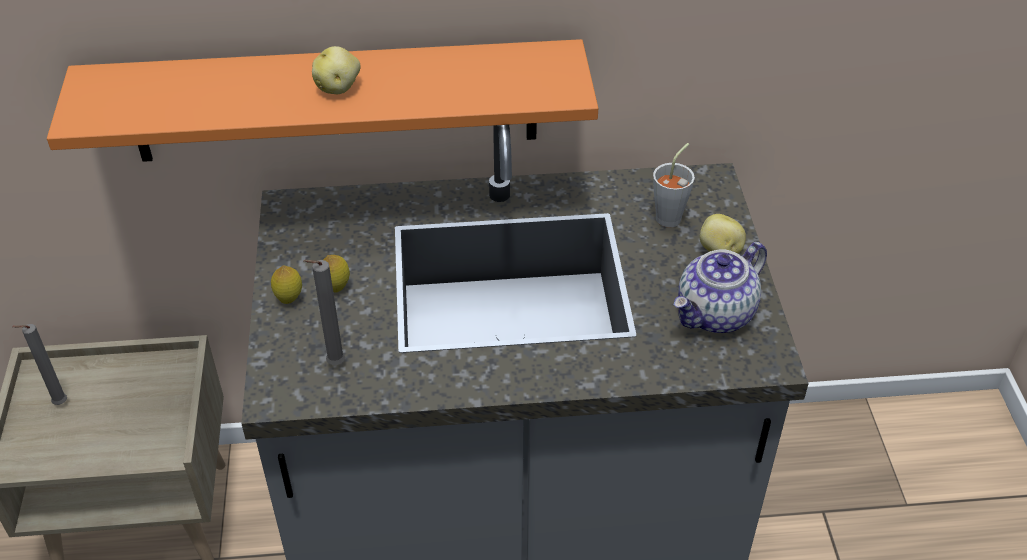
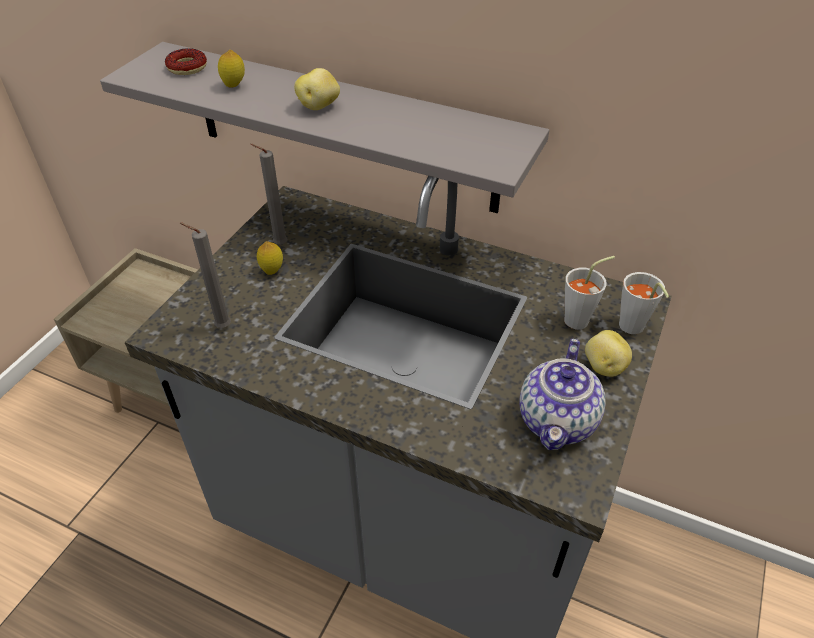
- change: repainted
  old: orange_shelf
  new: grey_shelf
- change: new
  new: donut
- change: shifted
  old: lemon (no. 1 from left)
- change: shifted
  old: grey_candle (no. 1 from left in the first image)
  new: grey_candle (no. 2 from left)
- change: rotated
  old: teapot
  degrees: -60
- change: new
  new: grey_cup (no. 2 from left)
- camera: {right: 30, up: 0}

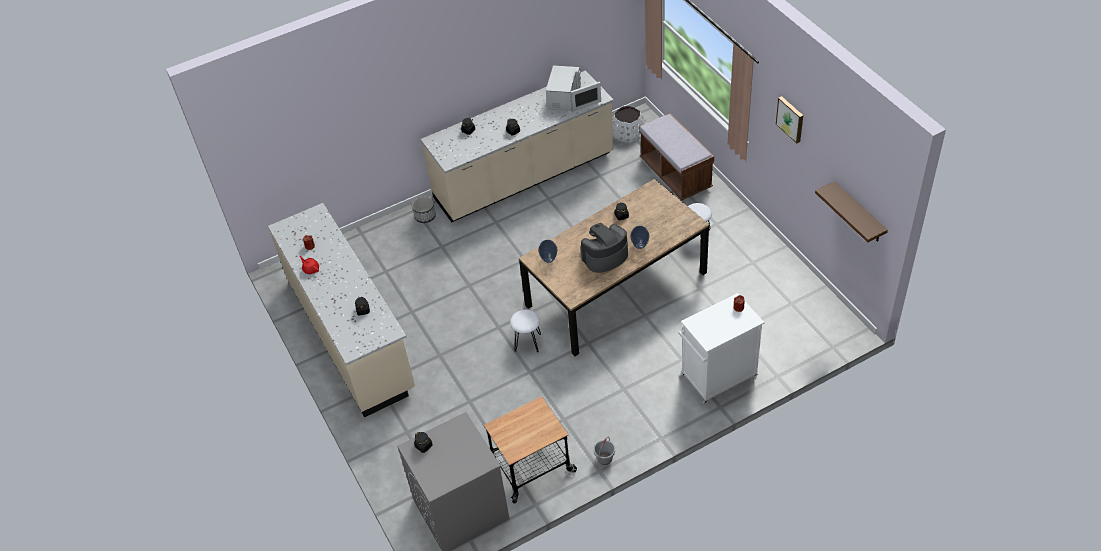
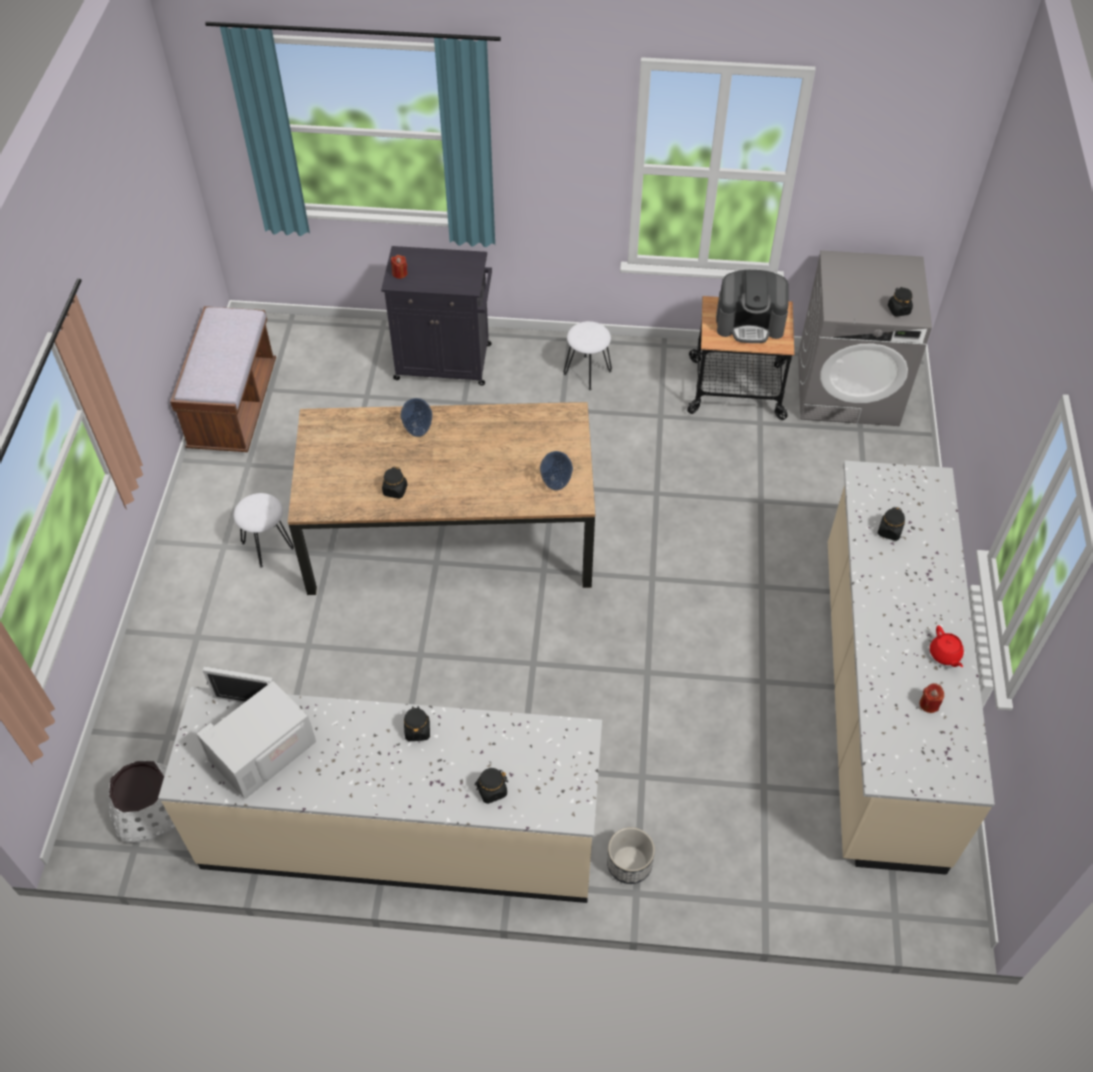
- change: shifted
  old: brown_bench
- change: repainted
  old: white_cabinet
  new: black_cabinet
- change: shifted
  old: white_stool (no. 1 from left in the first image)
  new: white_stool (no. 2 from left)
- change: shifted
  old: coffee_machine
- change: gone
  old: grey_bucket
- change: gone
  old: picture
- change: gone
  old: brown_shelf
- camera: {right: -150, up: 5}

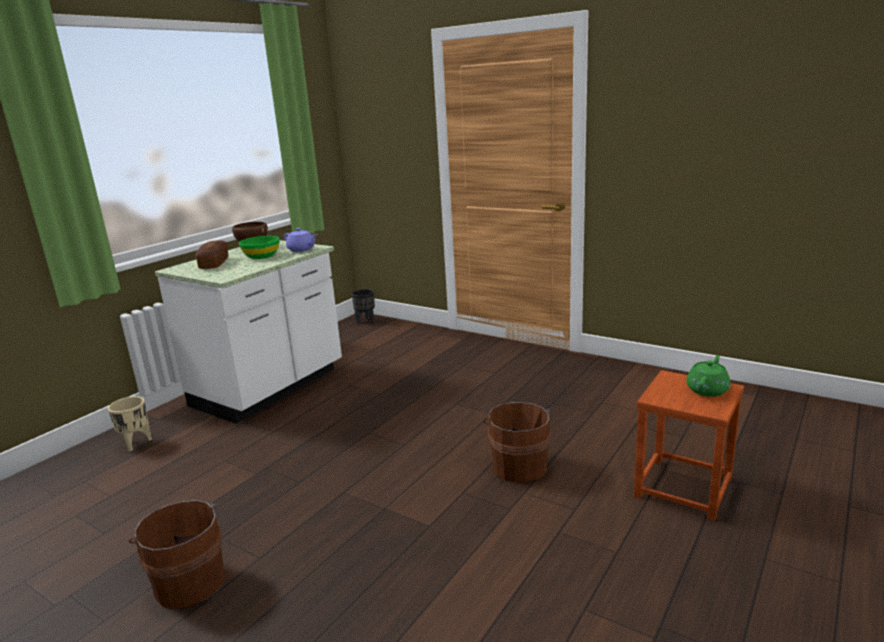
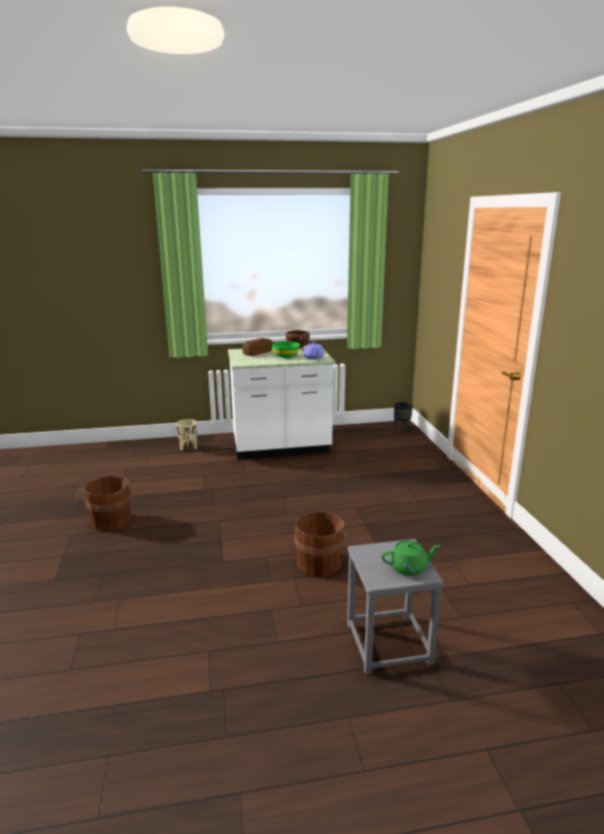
- change: repainted
  old: brown_stool
  new: grey_stool
- camera: {right: 45, up: 0}

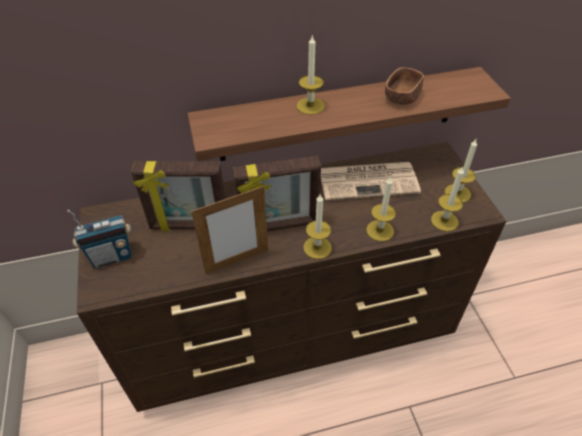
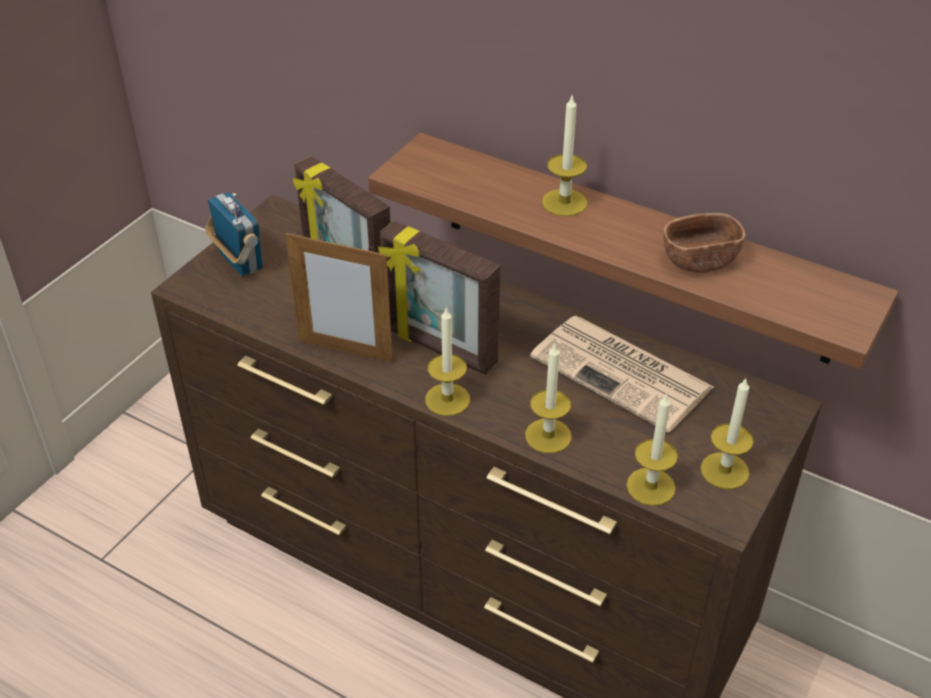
- change: rotated
  old: radio
  degrees: -150
- camera: {right: 45, up: -5}

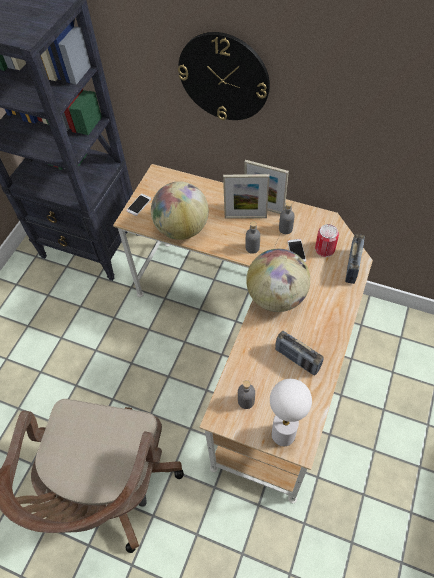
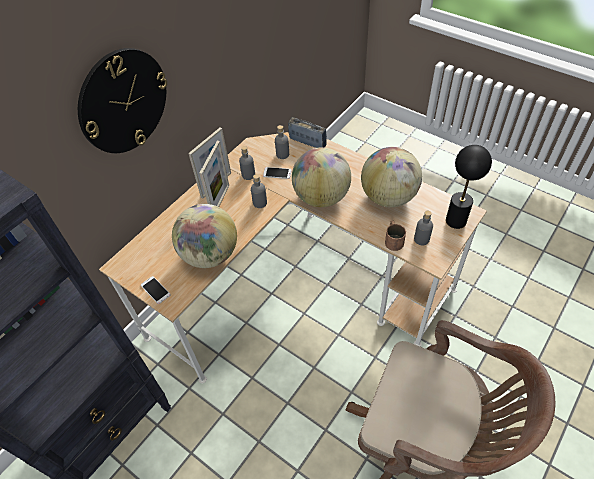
- change: swapped
  old: can
  new: grey_bottle (no. 3 from left)
- change: swapped
  old: radio (no. 1 from left)
  new: globe (no. 3 from left)
- change: new
  new: brown_mug
- change: repainted
  old: white_table_lamp
  new: black_table_lamp
- camera: {right: -75, up: -5}

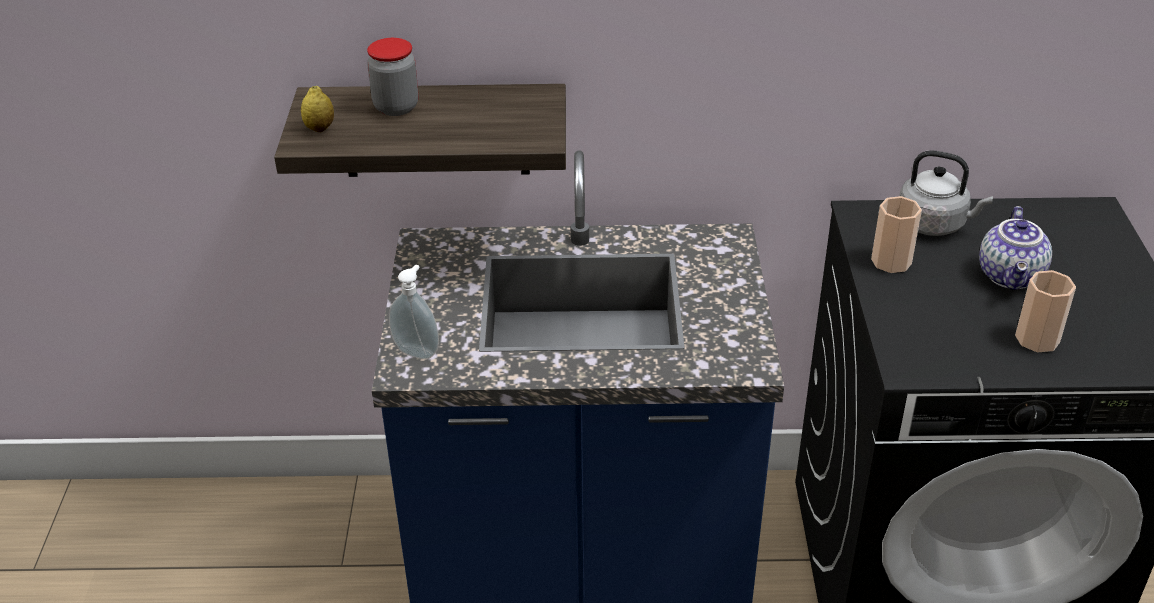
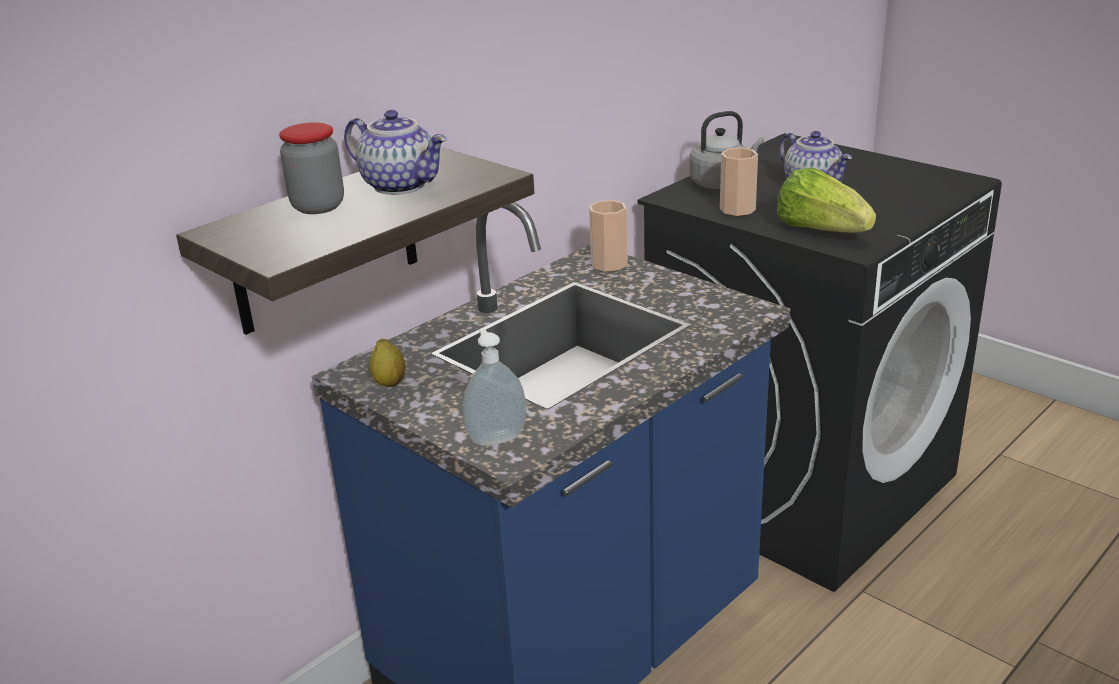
- change: new
  new: teapot (no. 1 from left)
- change: shifted
  old: lemon
- change: shifted
  old: cup (no. 2 from left in the first image)
  new: cup (no. 1 from left)
- change: new
  new: lettuce
- camera: {right: -45, up: -10}

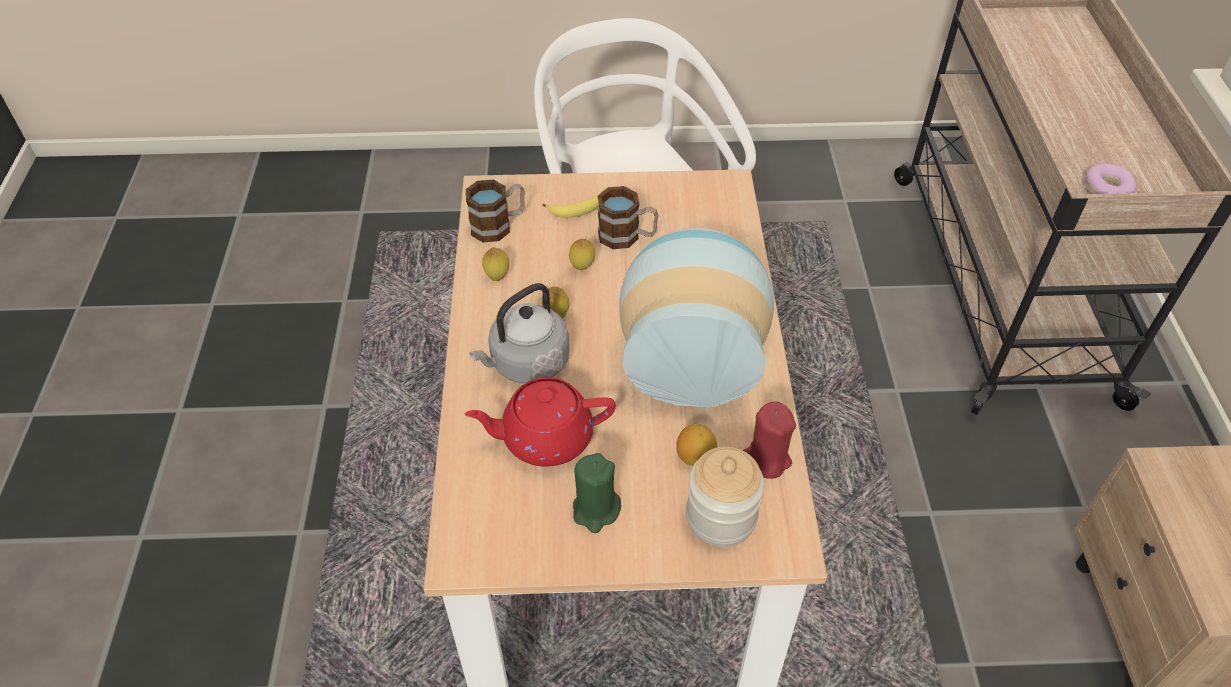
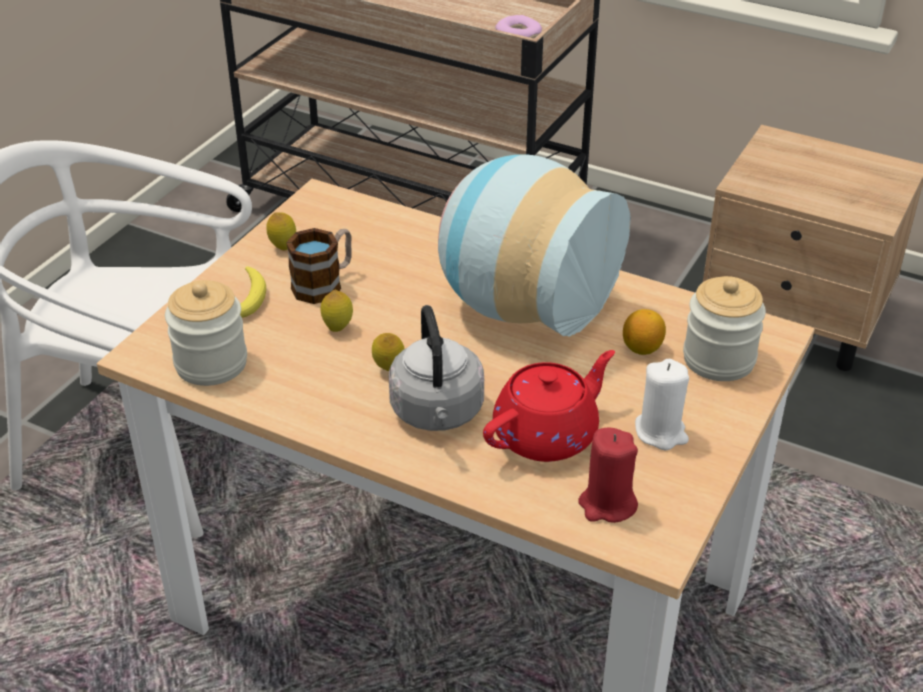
- change: swapped
  old: mug (no. 1 from left)
  new: jar (no. 1 from left)
- change: shifted
  old: lemon (no. 1 from left)
- change: rotated
  old: red_teapot
  degrees: -150
- change: shifted
  old: red_candle
- change: repainted
  old: green_candle
  new: white_candle
- camera: {right: -60, up: -10}

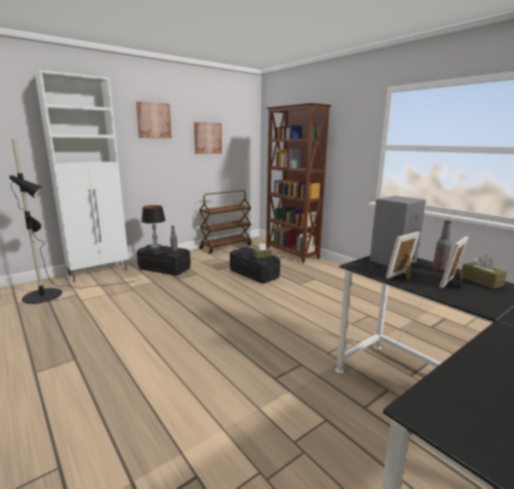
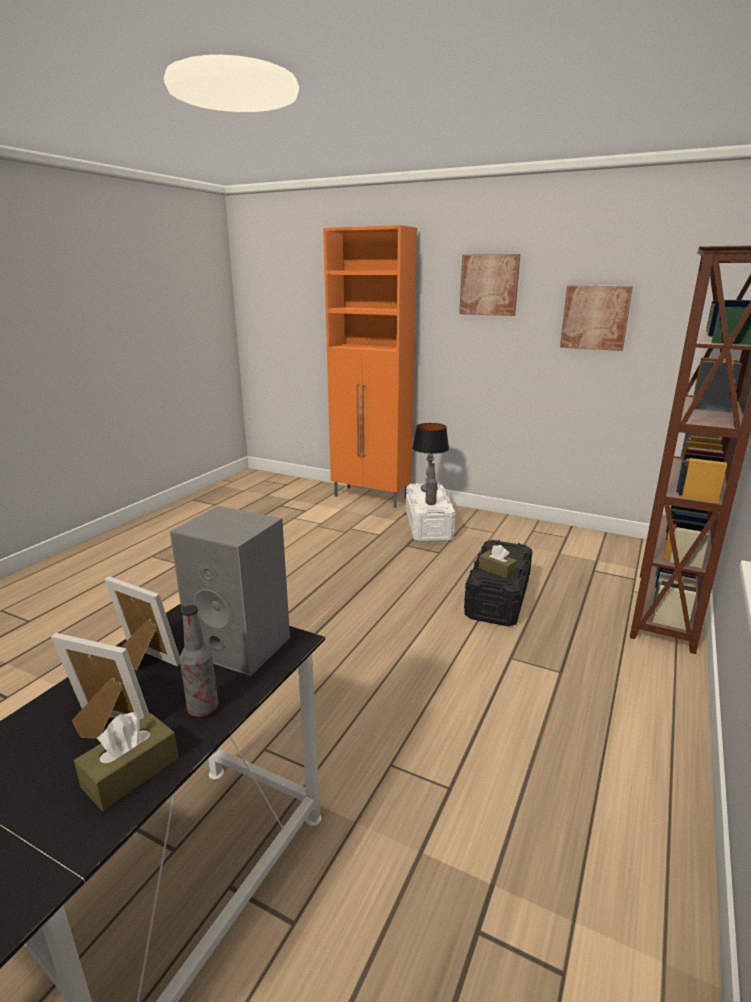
- change: repainted
  old: white_cabinet
  new: orange_cabinet
- change: repainted
  old: black_storage_box (no. 1 from left)
  new: white_storage_box
- change: gone
  old: black_floor_lamp
- change: gone
  old: brown_cart
- camera: {right: 65, up: 5}

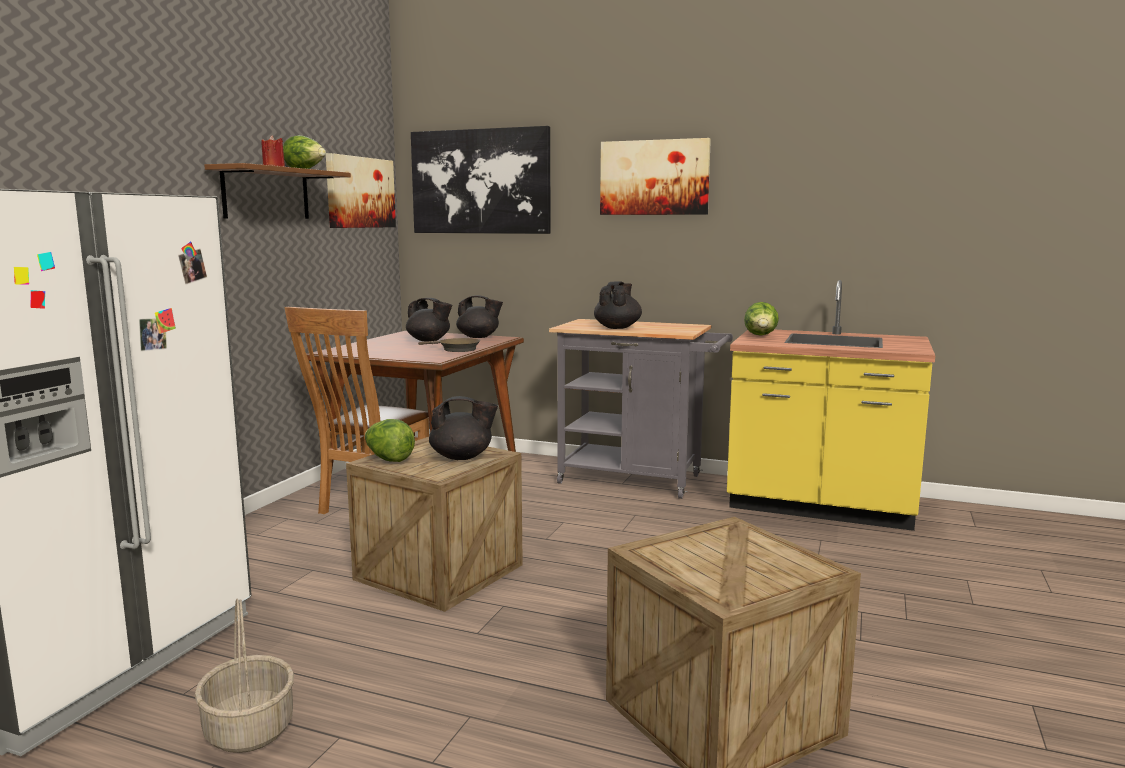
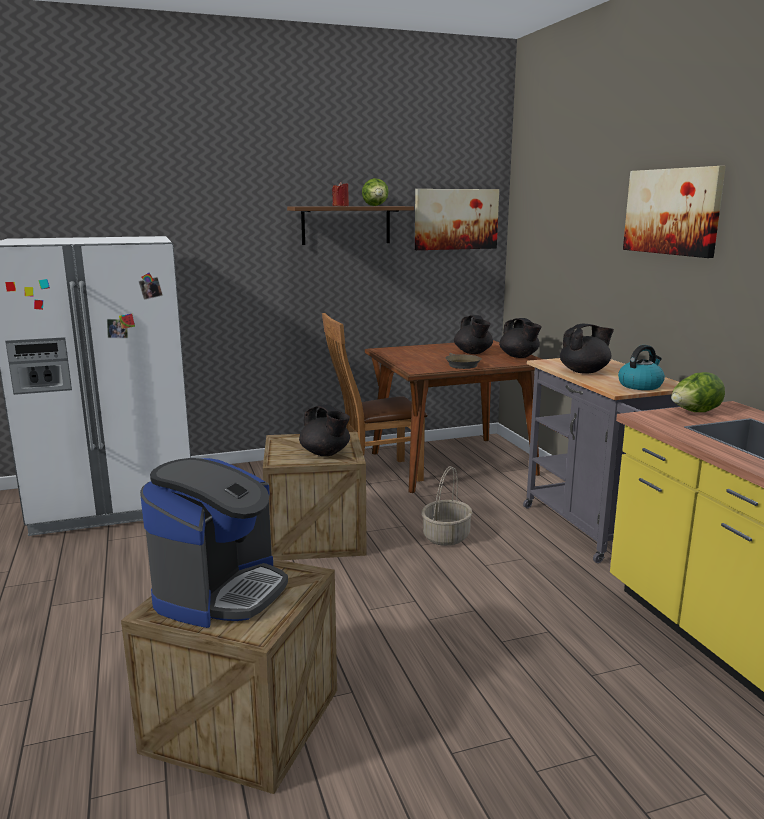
- change: new
  new: coffee_machine
- change: shifted
  old: basket
- change: new
  new: kettle
- change: gone
  old: lettuce (no. 2 from left)
- change: gone
  old: picture (no. 2 from left)
- camera: {right: 50, up: 5}

